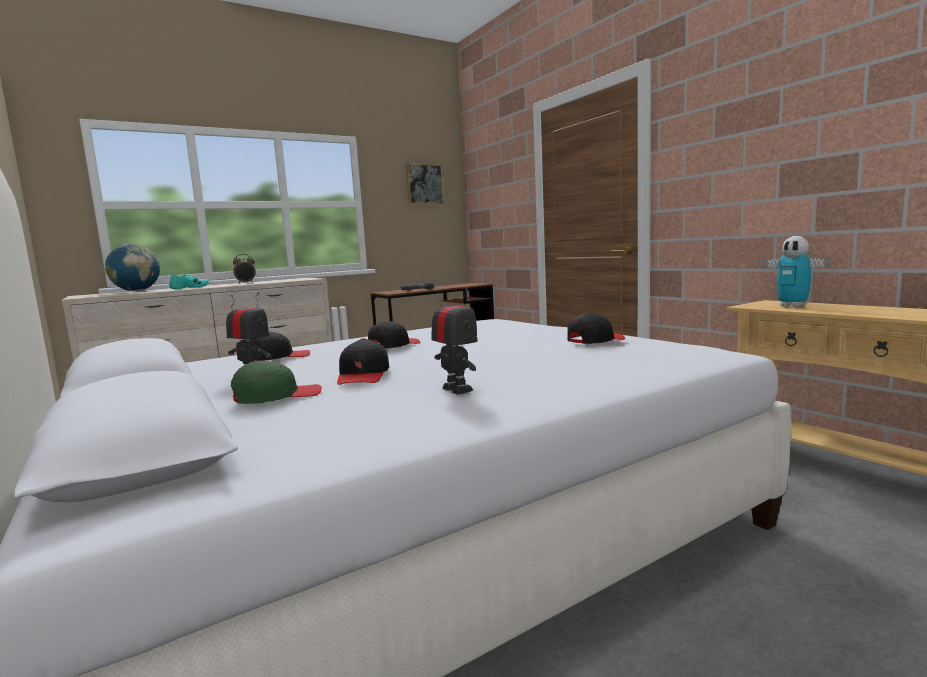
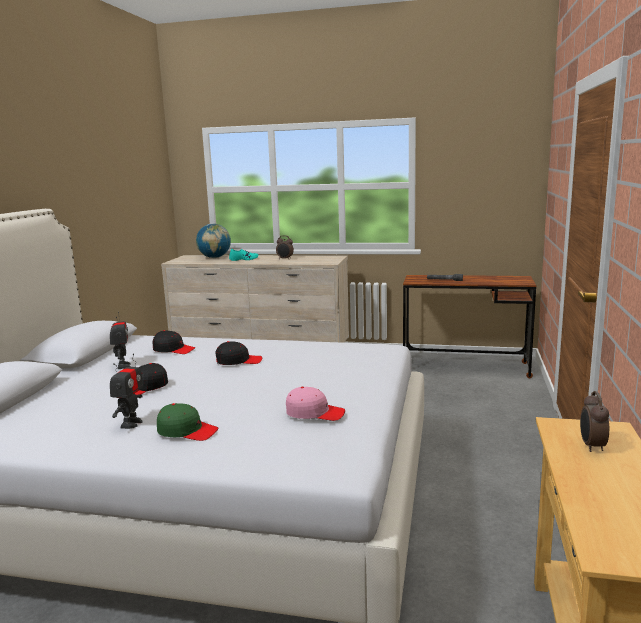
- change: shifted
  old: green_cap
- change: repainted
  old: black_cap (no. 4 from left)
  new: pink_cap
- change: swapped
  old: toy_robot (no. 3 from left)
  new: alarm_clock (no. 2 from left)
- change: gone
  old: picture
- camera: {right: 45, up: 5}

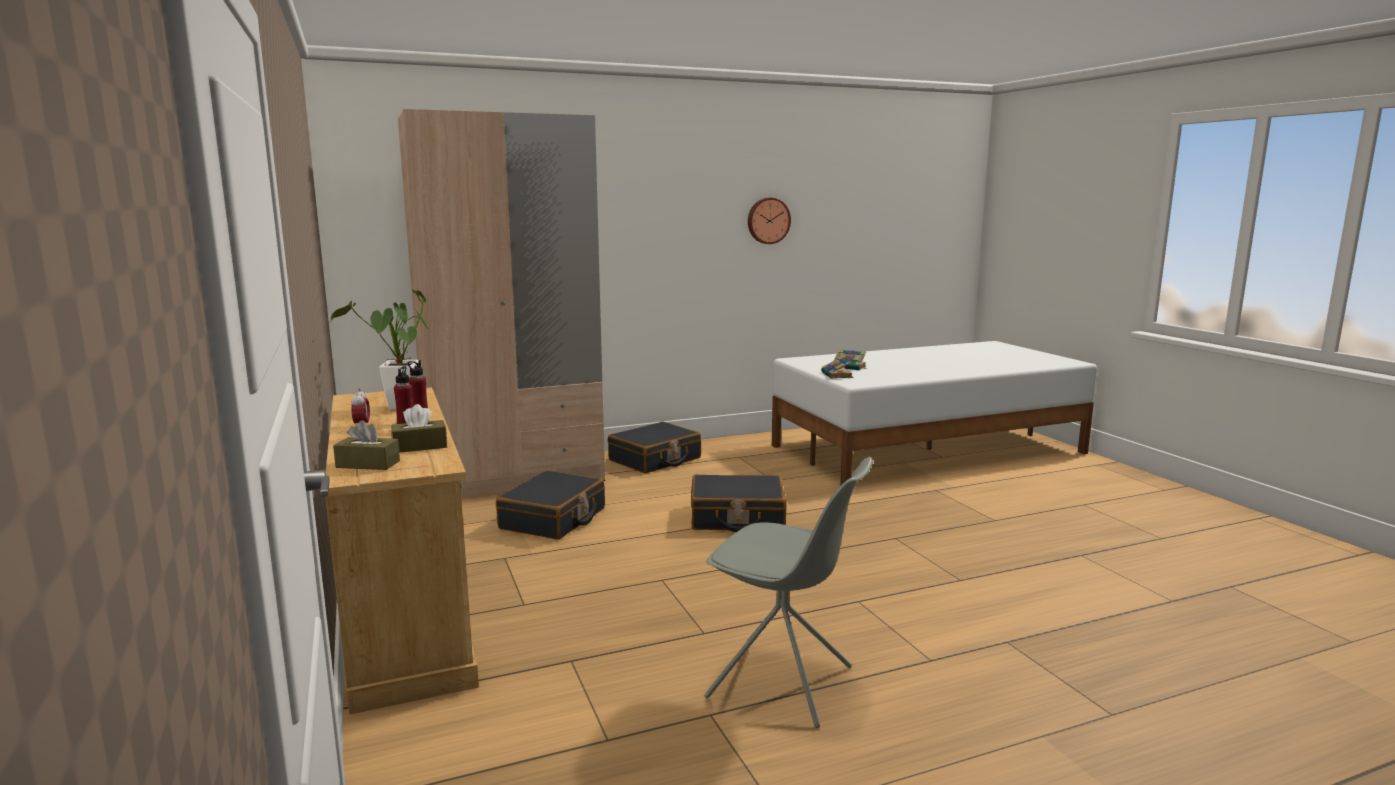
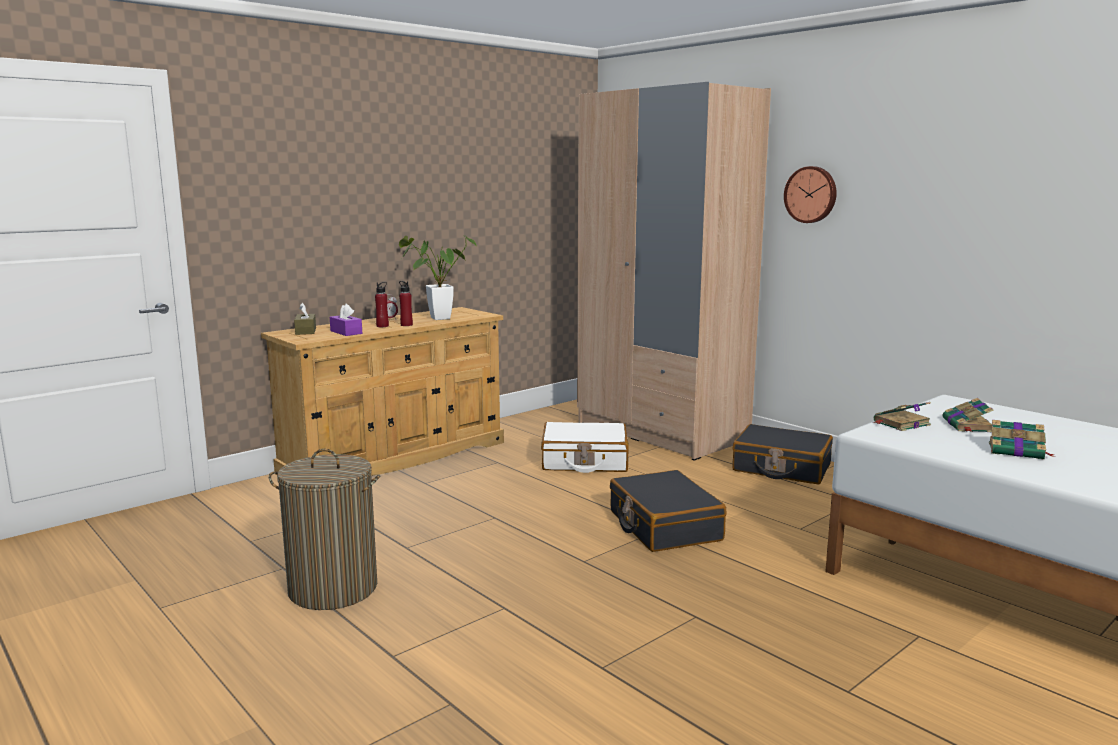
- change: swapped
  old: grey_chair
  new: laundry_basket
- change: repainted
  old: brown_tissue_box (no. 2 from left)
  new: purple_tissue_box
- change: repainted
  old: black_suitcase (no. 1 from left)
  new: white_suitcase
- change: shifted
  old: wall_clock
- change: new
  new: book (no. 3 from left)
- camera: {right: 70, up: 0}

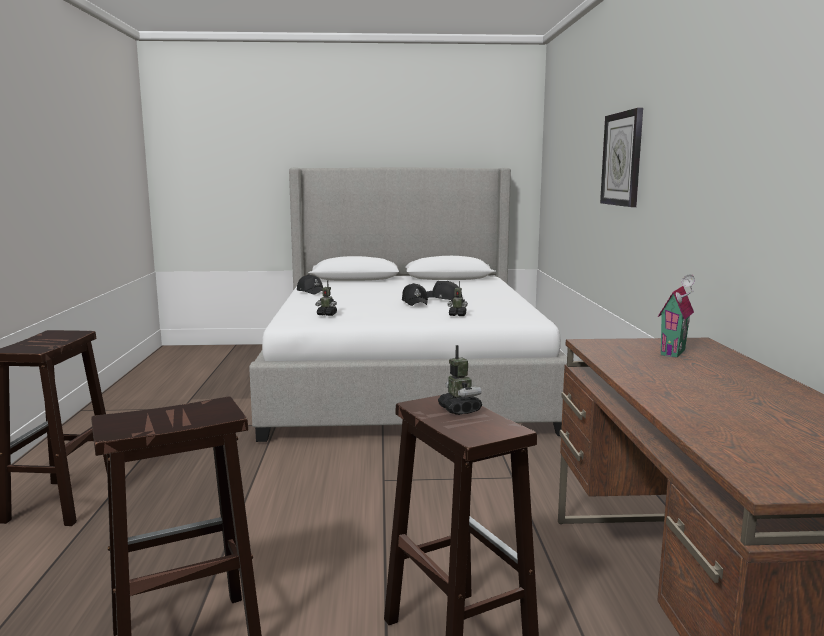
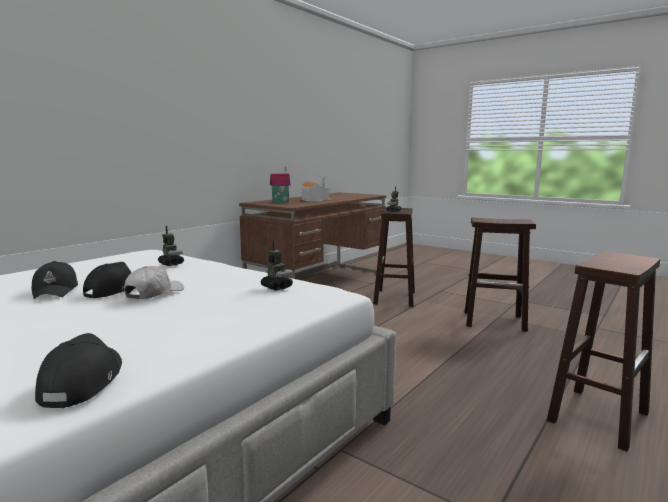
- change: new
  new: white_cap
- change: new
  new: toy_house (no. 2 from left)
- change: gone
  old: wall_clock
- camera: {right: -140, up: 0}

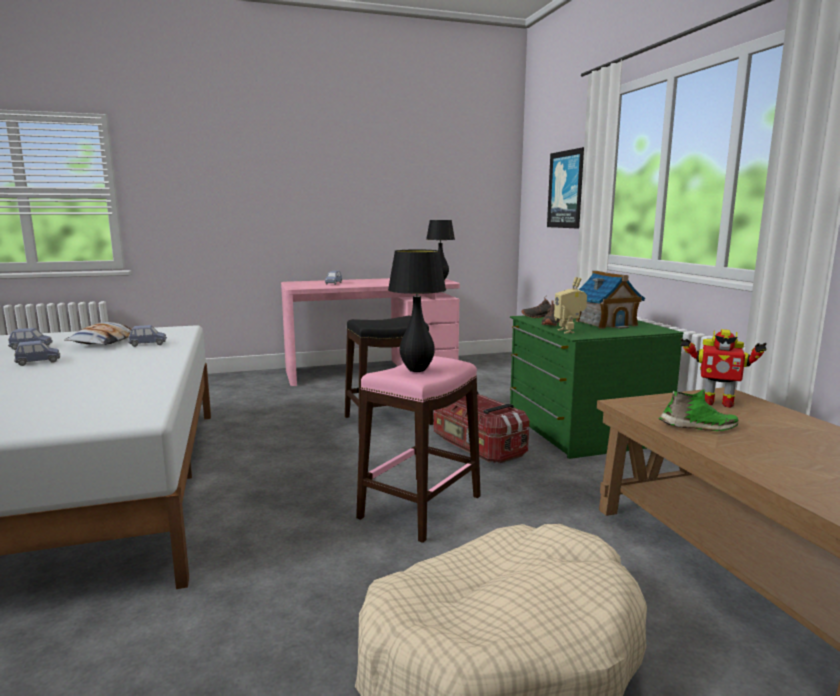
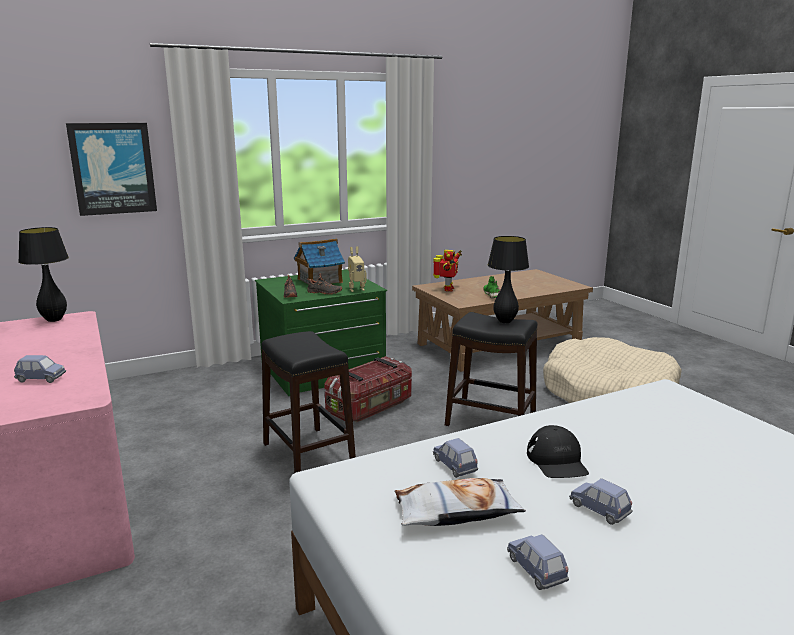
- change: repainted
  old: pink_stool
  new: black_stool (no. 2 from left)
- change: new
  new: black_cap
- camera: {right: -100, up: 5}

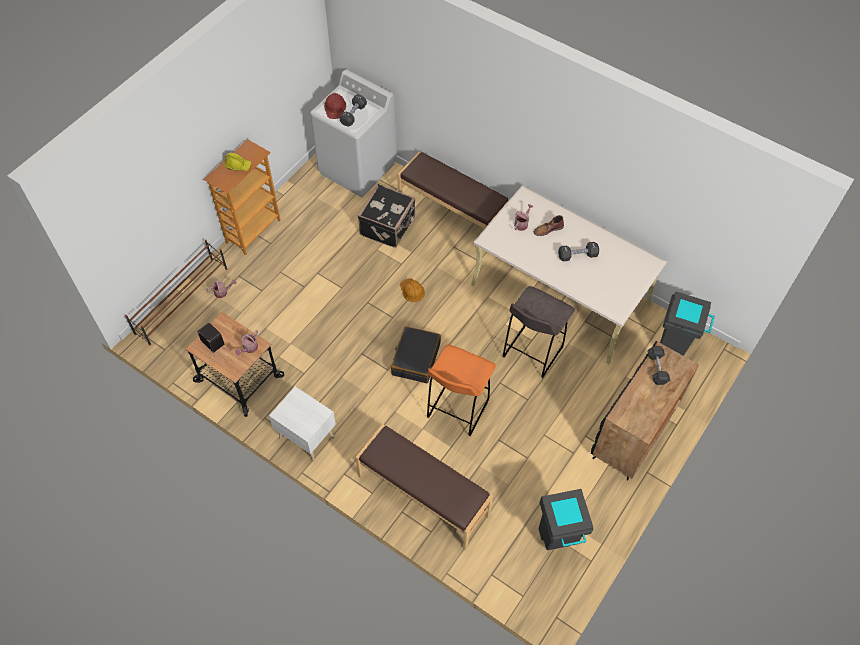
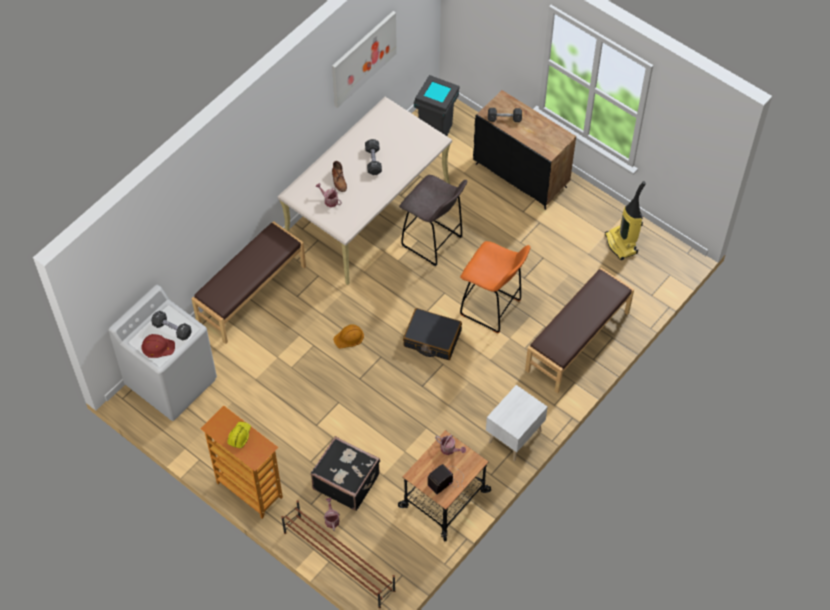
- change: shifted
  old: black_suitcase (no. 1 from left)
- change: new
  new: picture
- change: swapped
  old: grey_trash_can (no. 1 from left)
  new: vacuum_cleaner
- camera: {right: -85, up: 0}

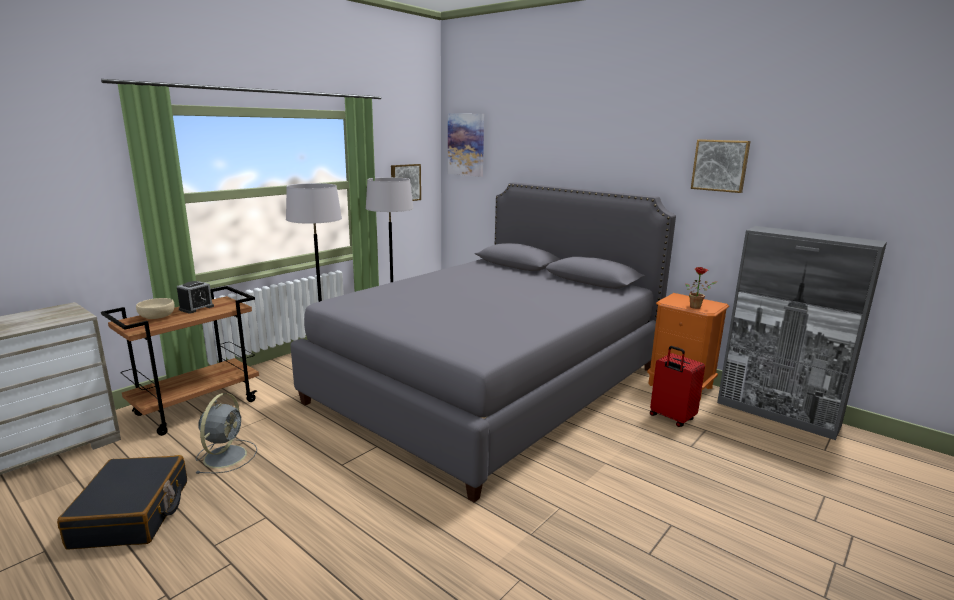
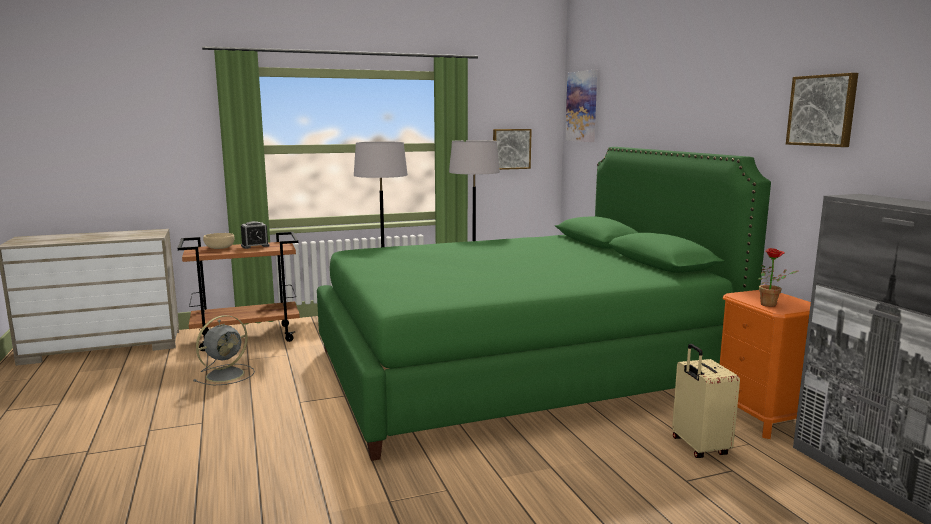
- change: repainted
  old: grey_bed
  new: green_bed
- change: repainted
  old: red_suitcase
  new: beige_suitcase
- change: gone
  old: black_suitcase
- camera: {right: 30, up: -5}

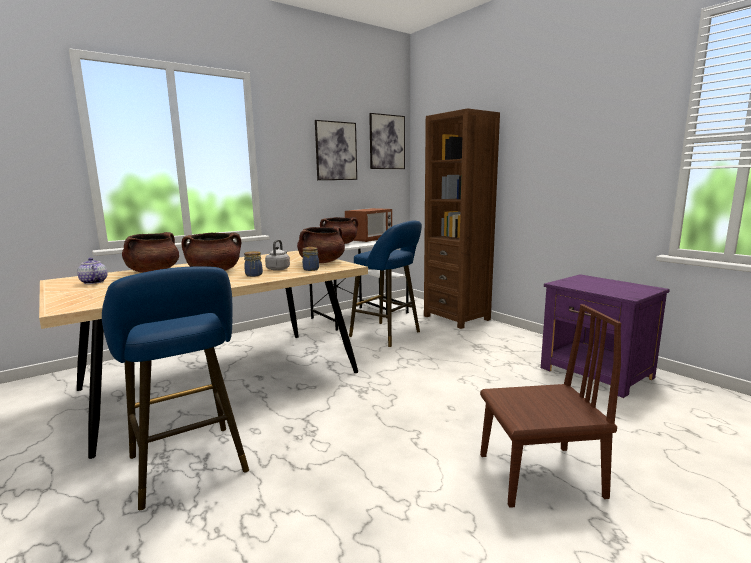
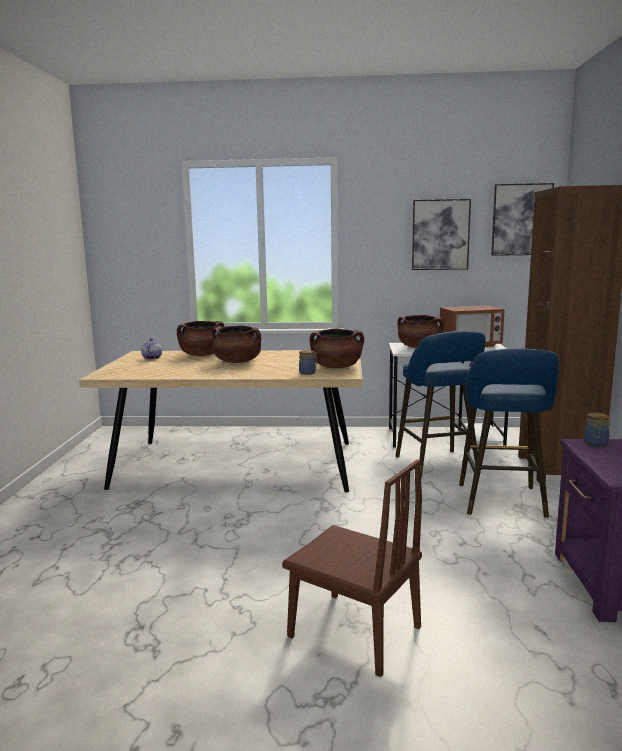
- change: shifted
  old: blue_stool (no. 1 from left in the first image)
  new: blue_stool (no. 2 from left)
- change: shifted
  old: jar (no. 1 from left in the first image)
  new: jar (no. 2 from left)
- change: gone
  old: grey_kettle
- camera: {right: 40, up: 0}

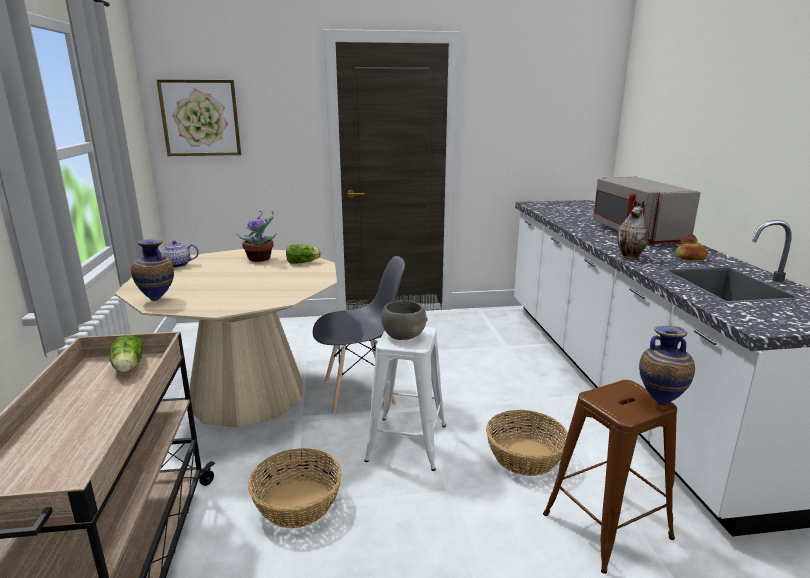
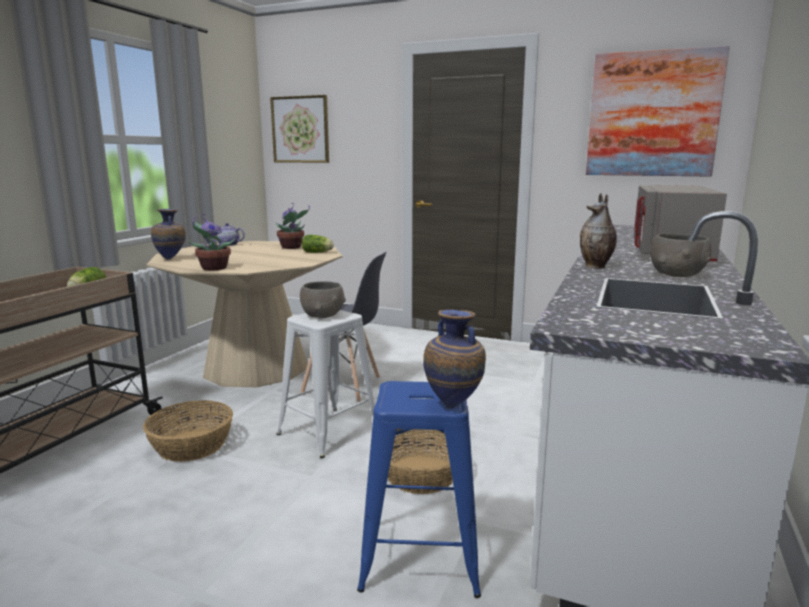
- change: new
  new: potted_plant (no. 1 from left)
- change: repainted
  old: brown_stool
  new: blue_stool
- change: new
  new: picture (no. 2 from left)
- change: swapped
  old: bread
  new: grey_bowl (no. 2 from left)
- camera: {right: 30, up: -5}

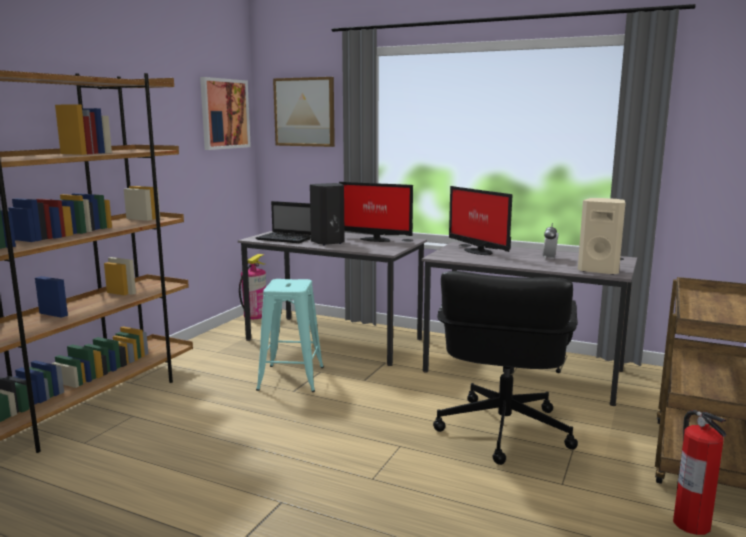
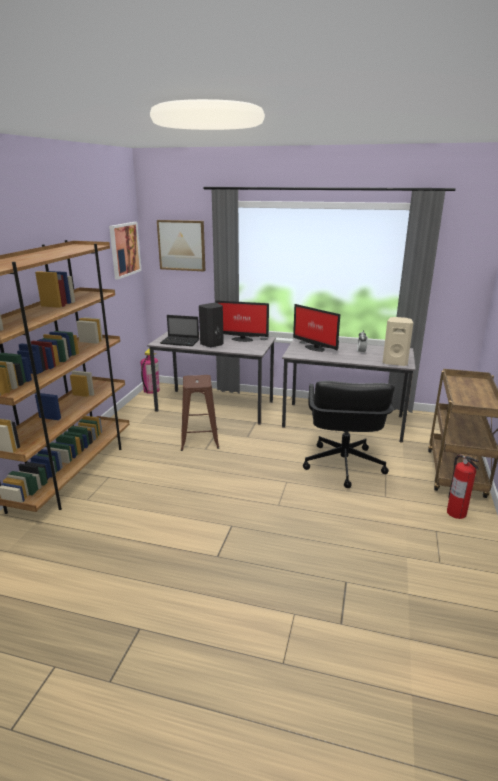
- change: repainted
  old: turquoise_stool
  new: brown_stool
- camera: {right: -10, up: 10}

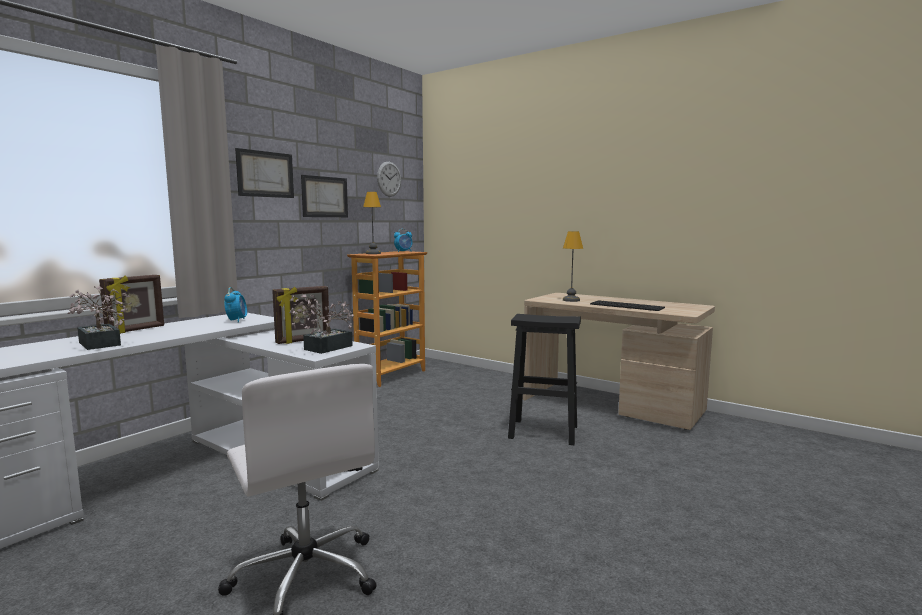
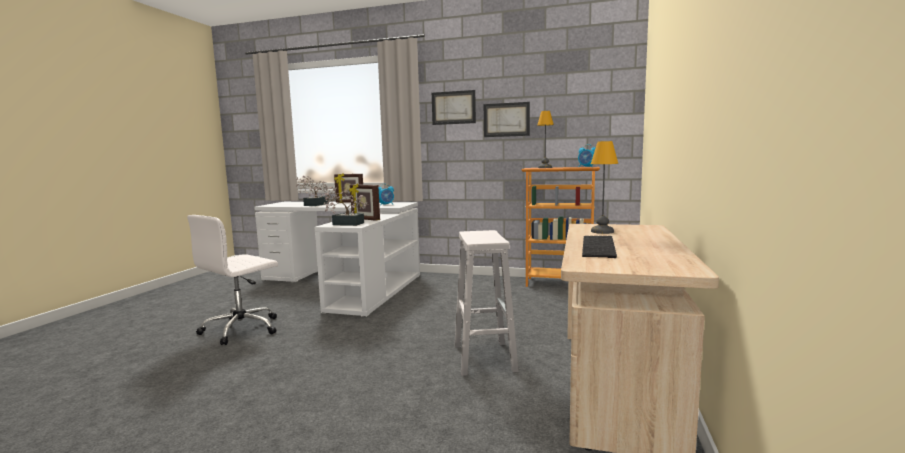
- change: repainted
  old: black_stool
  new: white_stool
- change: gone
  old: wall_clock
- camera: {right: 70, up: 0}

